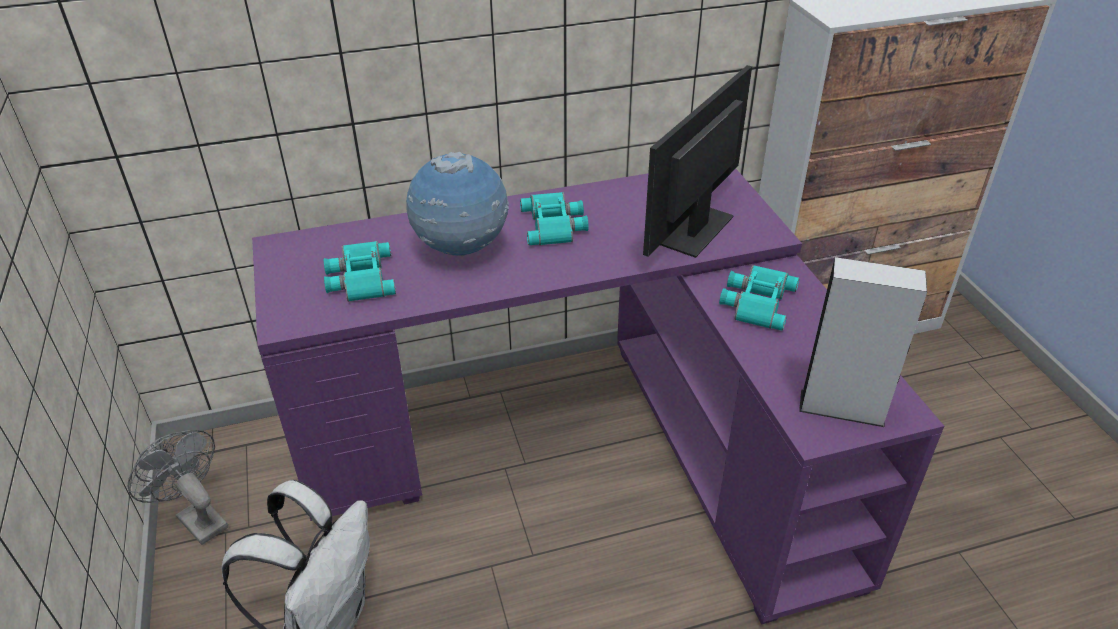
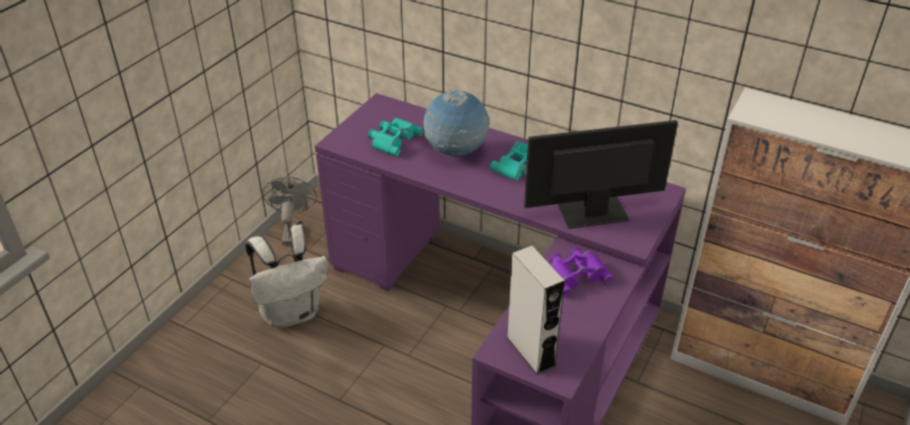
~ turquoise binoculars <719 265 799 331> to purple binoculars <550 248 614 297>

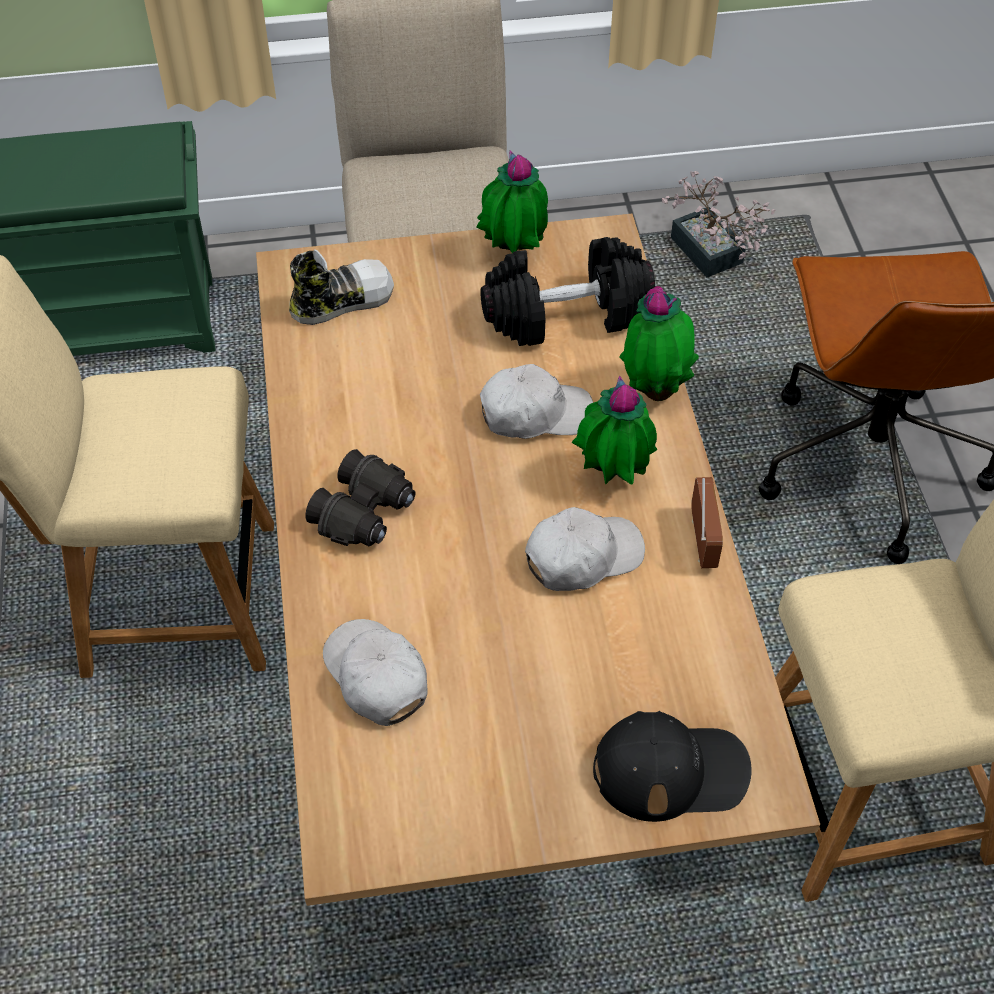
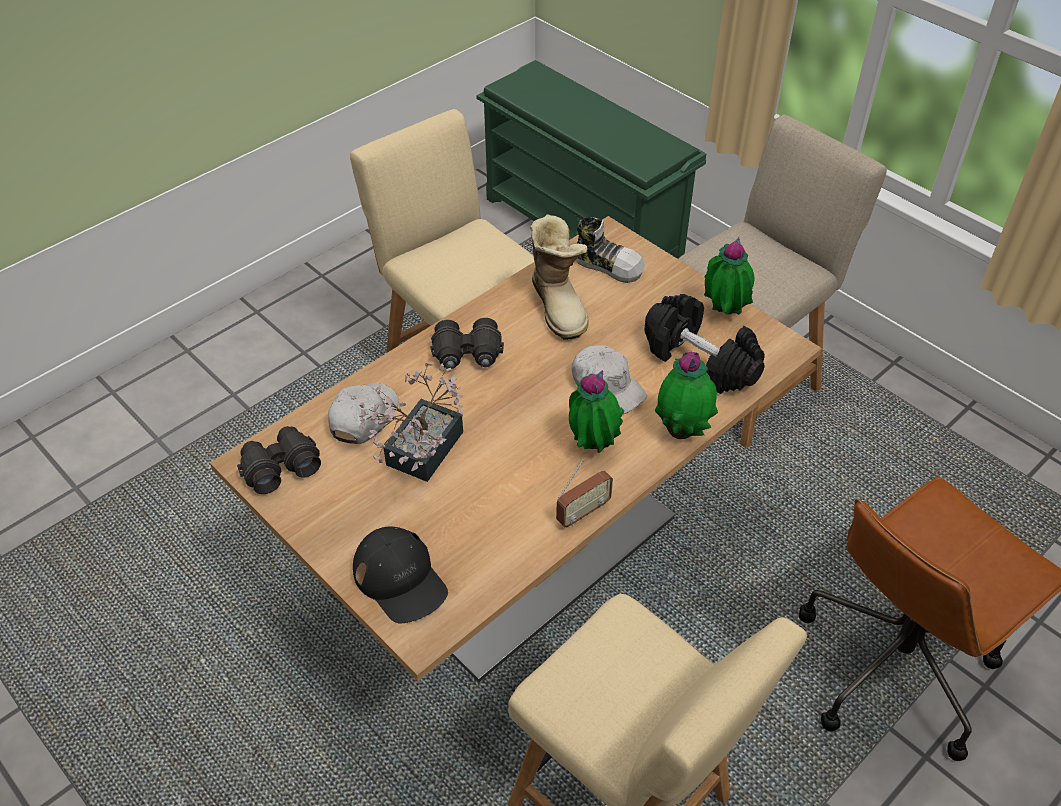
- white cap <525 507 645 591>
~ potted plant <662 171 776 277> to <358 363 464 482>
+ black binoculars <237 426 321 494>
+ boot <530 214 589 340>

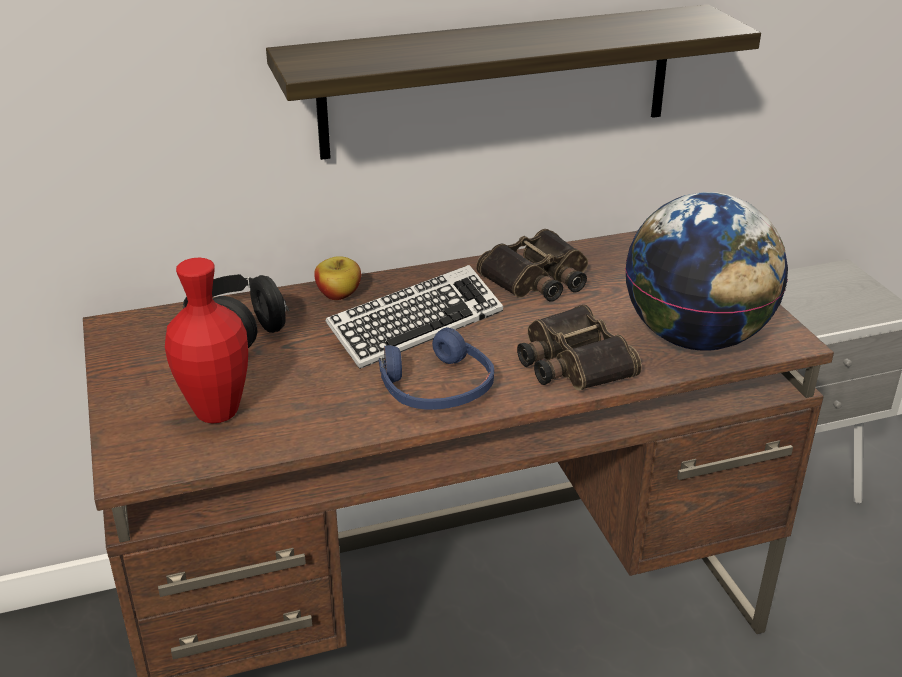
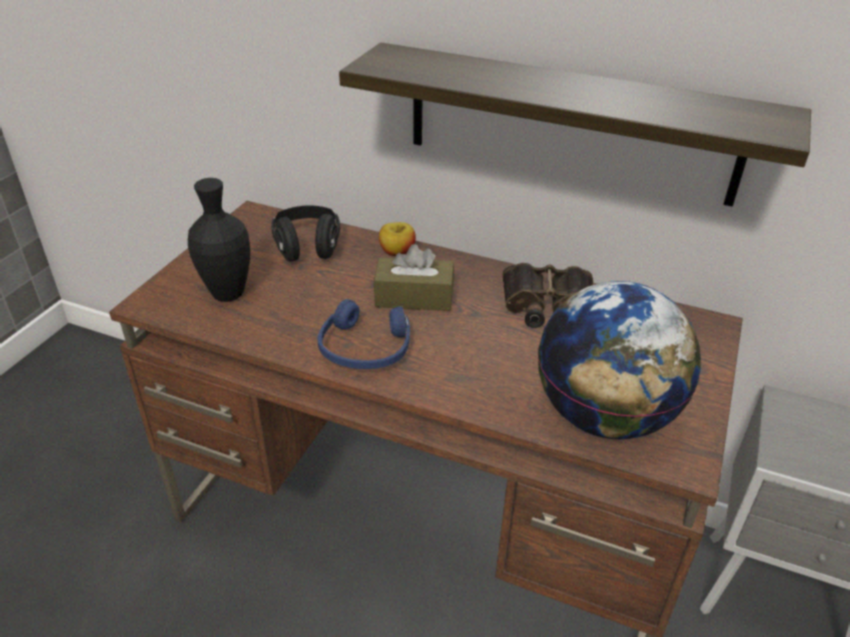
~ red vase <165 258 248 423> to black vase <188 178 250 302>
~ keyboard <325 265 503 369> to brown tissue box <374 244 454 311>
- binoculars <517 305 642 391>

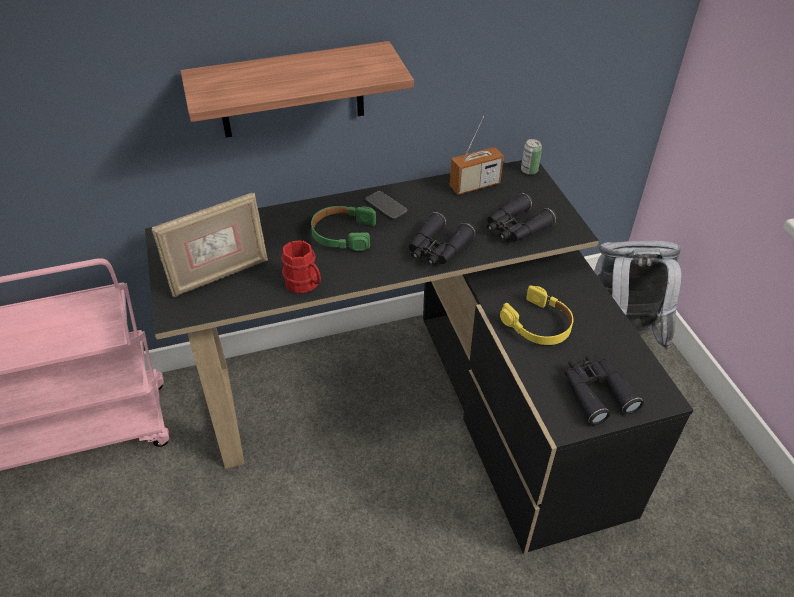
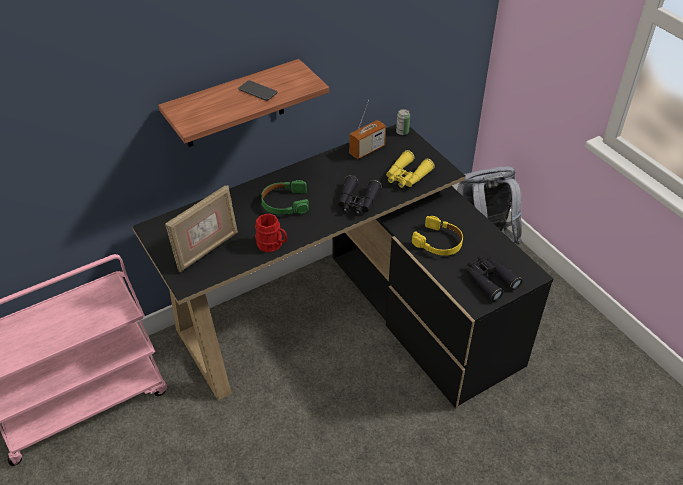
~ phone <365 191 408 219> to <238 80 277 101>
~ black binoculars <487 193 557 242> to yellow binoculars <386 150 434 188>

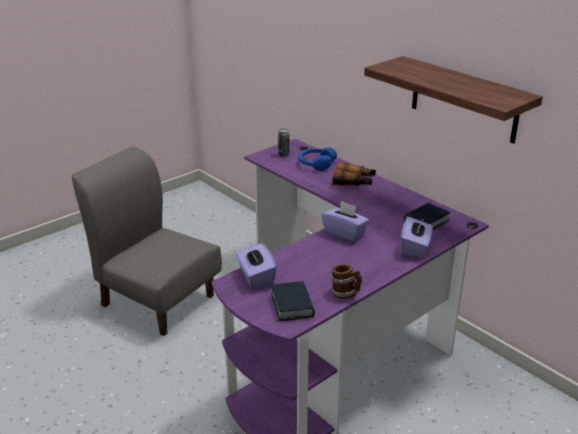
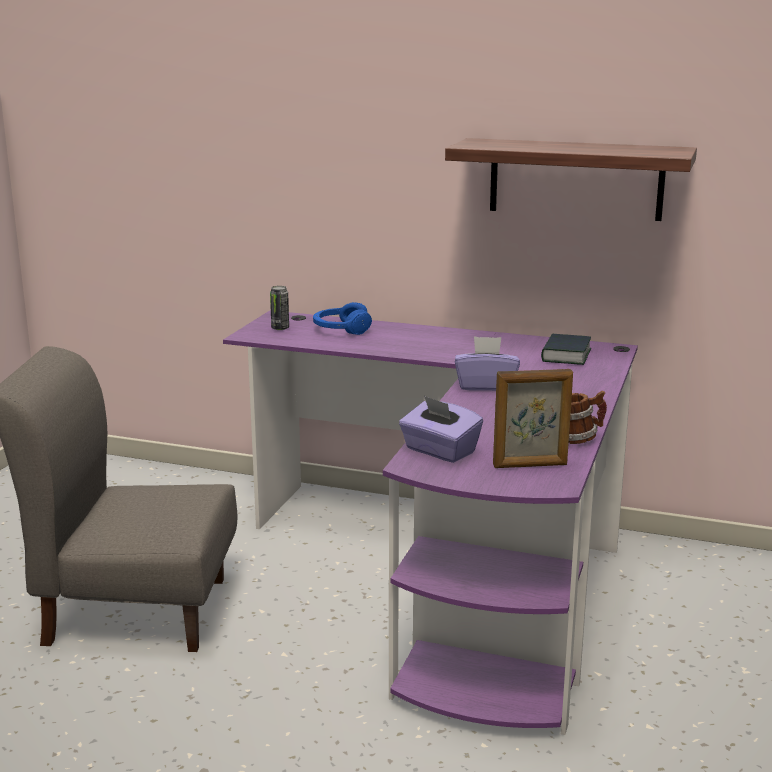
~ book <271 281 315 321> to picture frame <493 369 573 468>
- binoculars <333 161 376 186>
- purple tissue box <401 217 433 258>

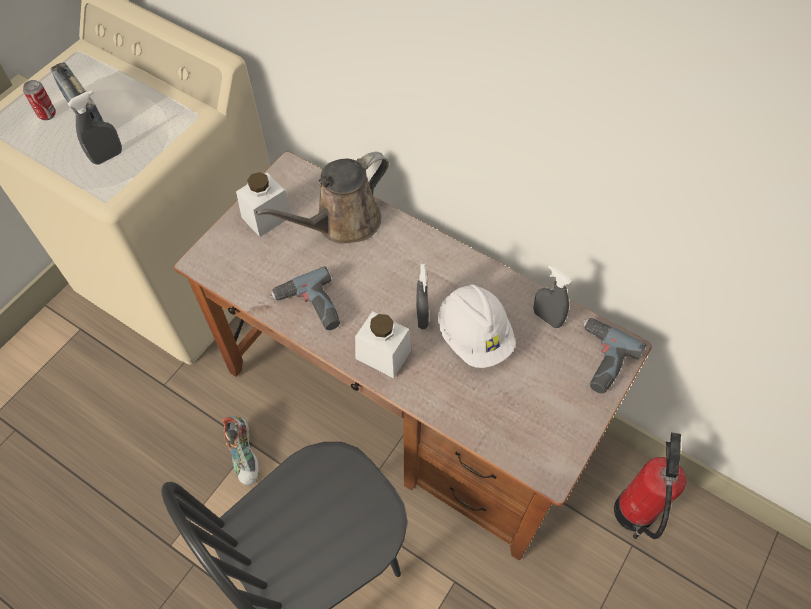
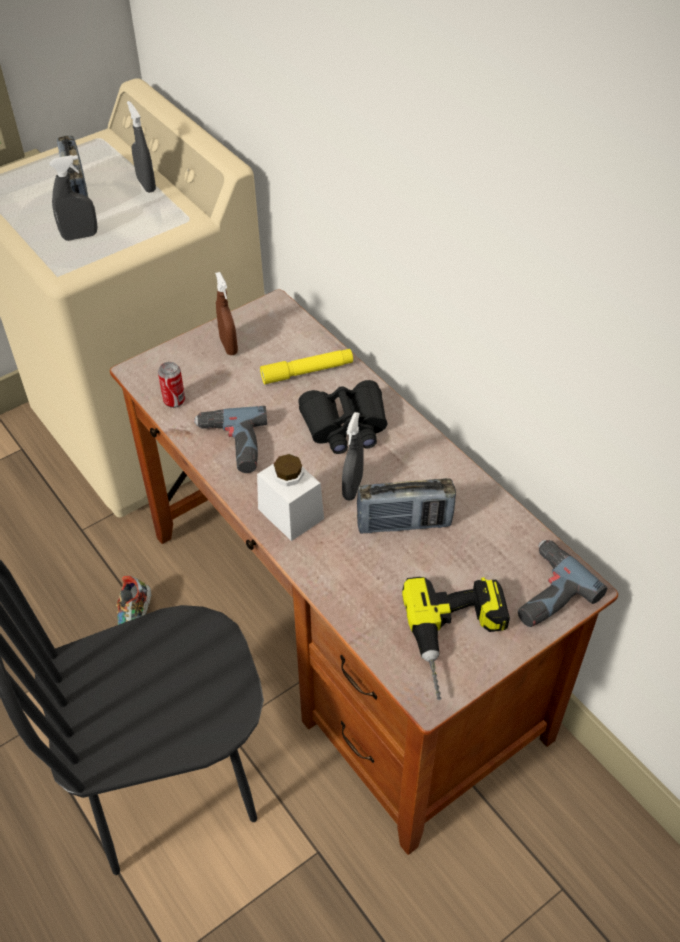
~ can <23 80 56 120> to <158 362 185 408>
~ white jar <236 172 292 237> to brown spray bottle <215 272 238 355>
~ brown watering can <256 152 389 244> to yellow flashlight <260 349 353 384>
~ white hard hat <438 284 516 368> to radio <357 478 456 533>
~ grey spray bottle <533 265 572 328> to <127 101 156 193>
- fire extinguisher <614 432 686 539>
+ black binoculars <298 380 387 454>
+ power drill <402 577 510 700>

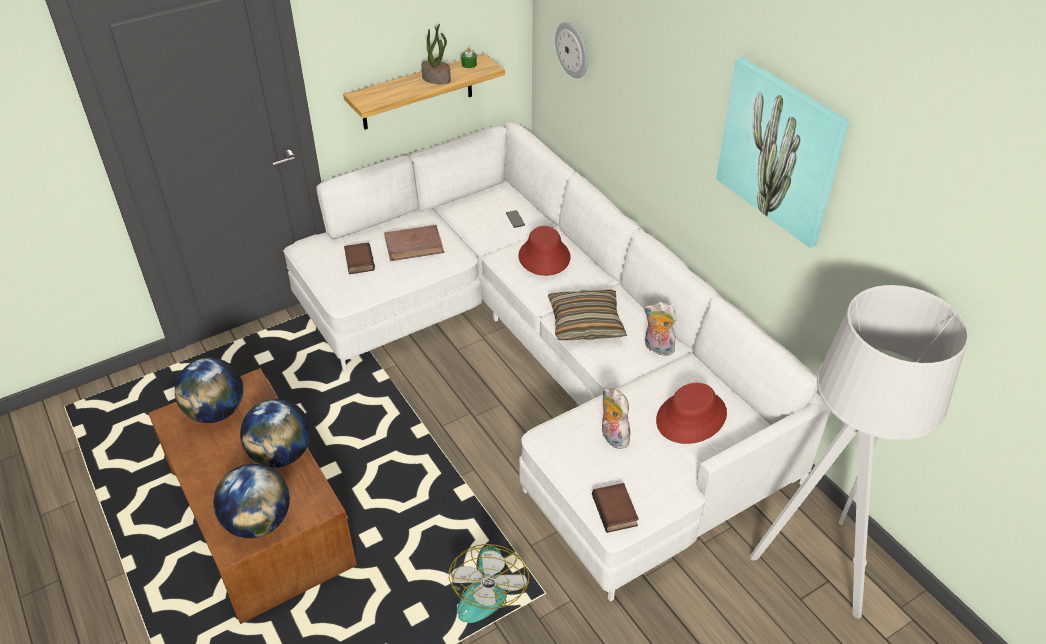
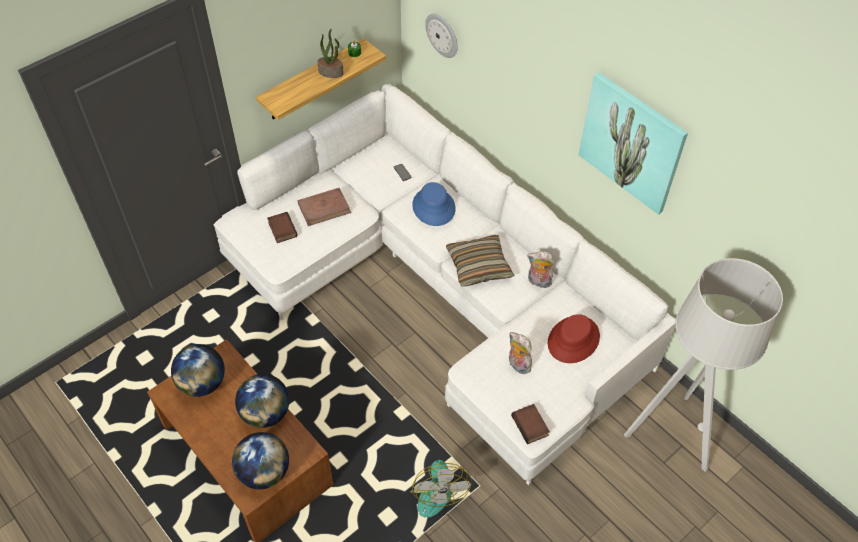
~ red hat <519 226 570 276> to blue hat <412 182 456 226>

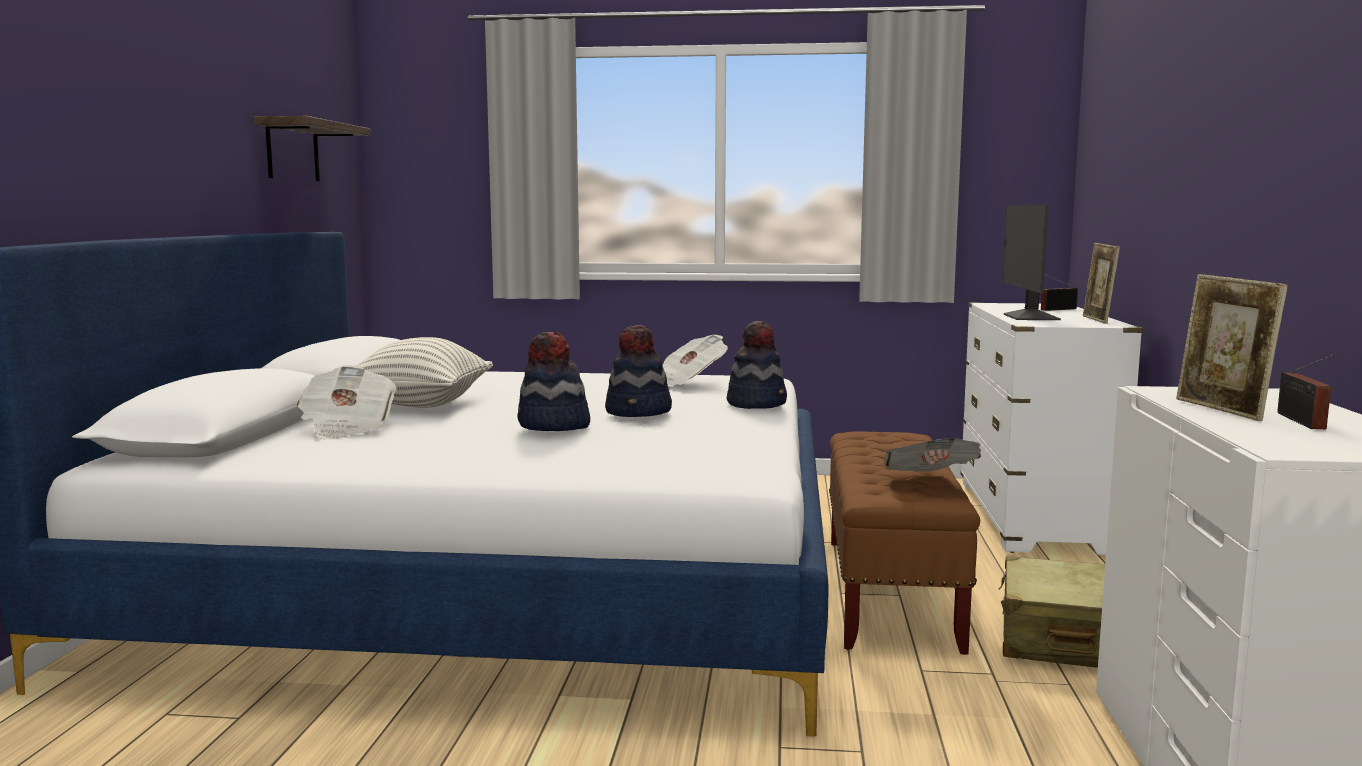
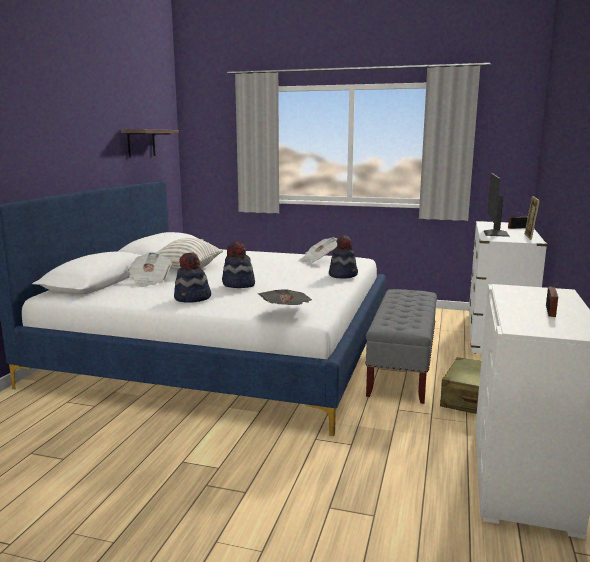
~ hat <605 325 672 417> to <174 252 211 303>
~ brown bench <829 431 980 655> to grey bench <365 289 437 404>
~ newspaper <884 438 981 472> to <258 289 312 305>
- picture frame <1176 274 1288 421>

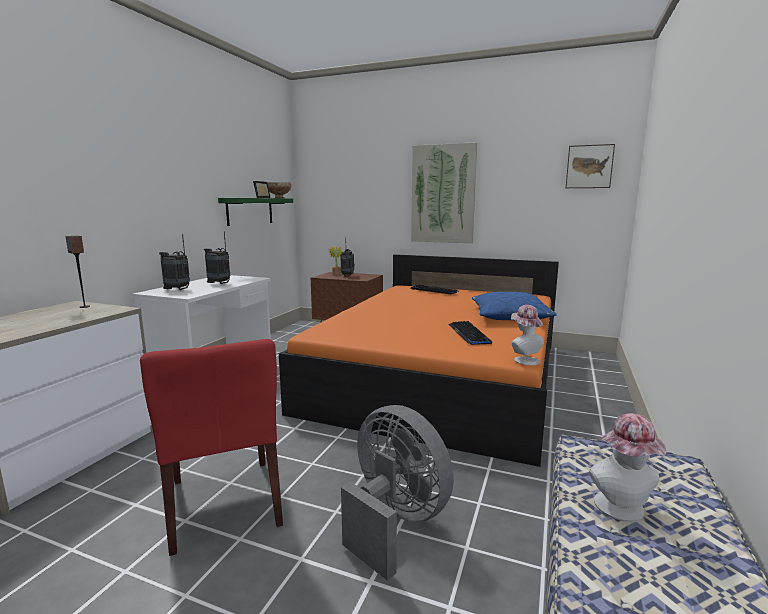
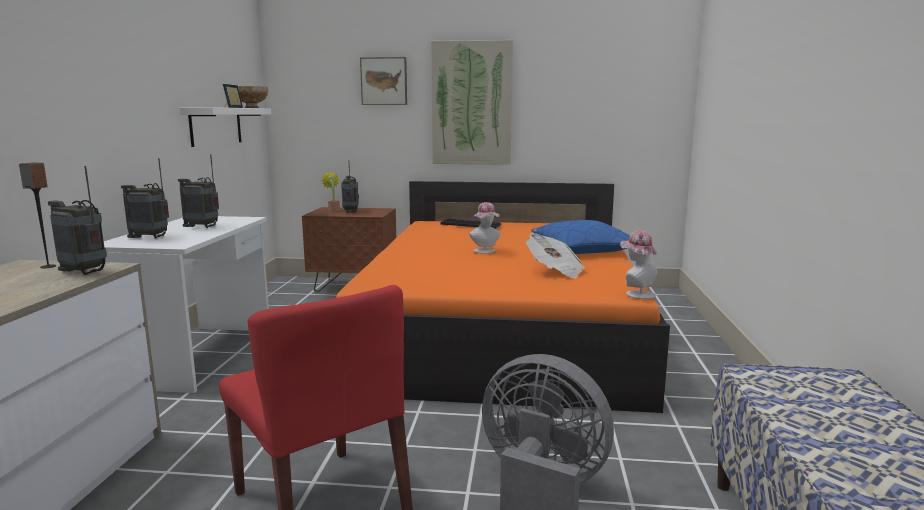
~ green shelf <218 198 293 226> to white shelf <180 107 271 147>
~ keyboard <448 321 492 345> to newspaper <526 233 585 278>
~ picture <566 144 615 188> to <360 57 407 105>
~ hat <589 413 666 522> to <469 202 500 254>
+ radio <48 166 107 275>

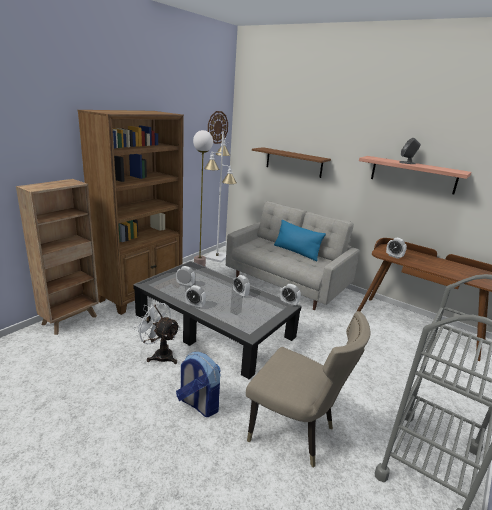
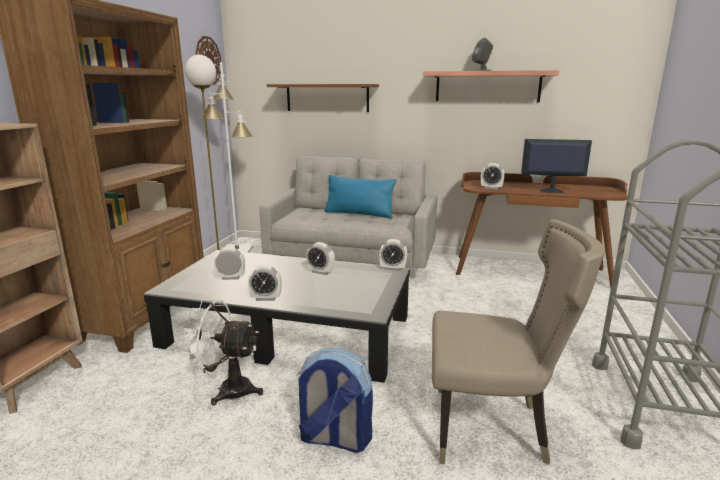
+ monitor <521 139 592 193>

